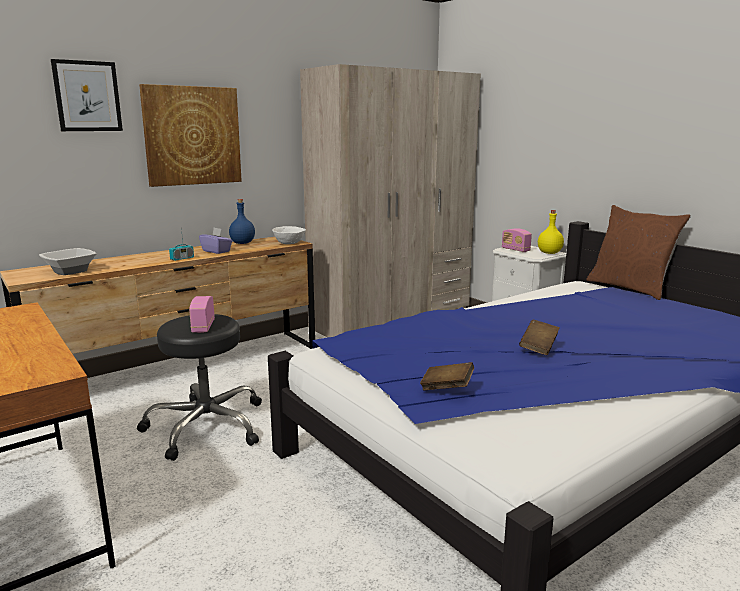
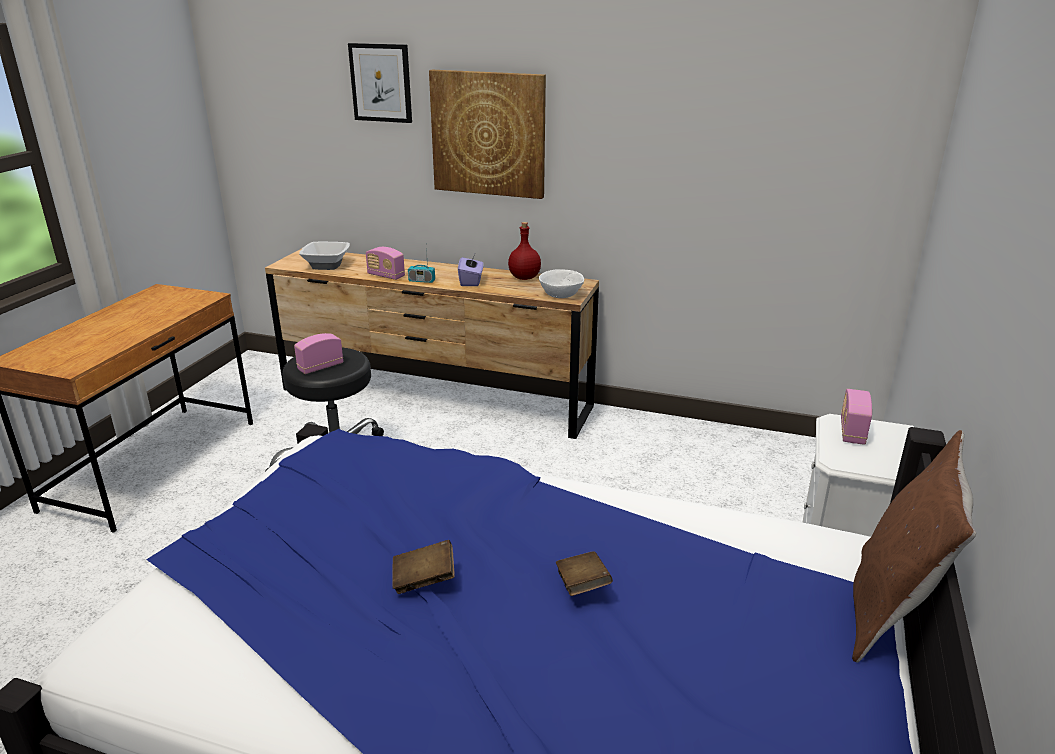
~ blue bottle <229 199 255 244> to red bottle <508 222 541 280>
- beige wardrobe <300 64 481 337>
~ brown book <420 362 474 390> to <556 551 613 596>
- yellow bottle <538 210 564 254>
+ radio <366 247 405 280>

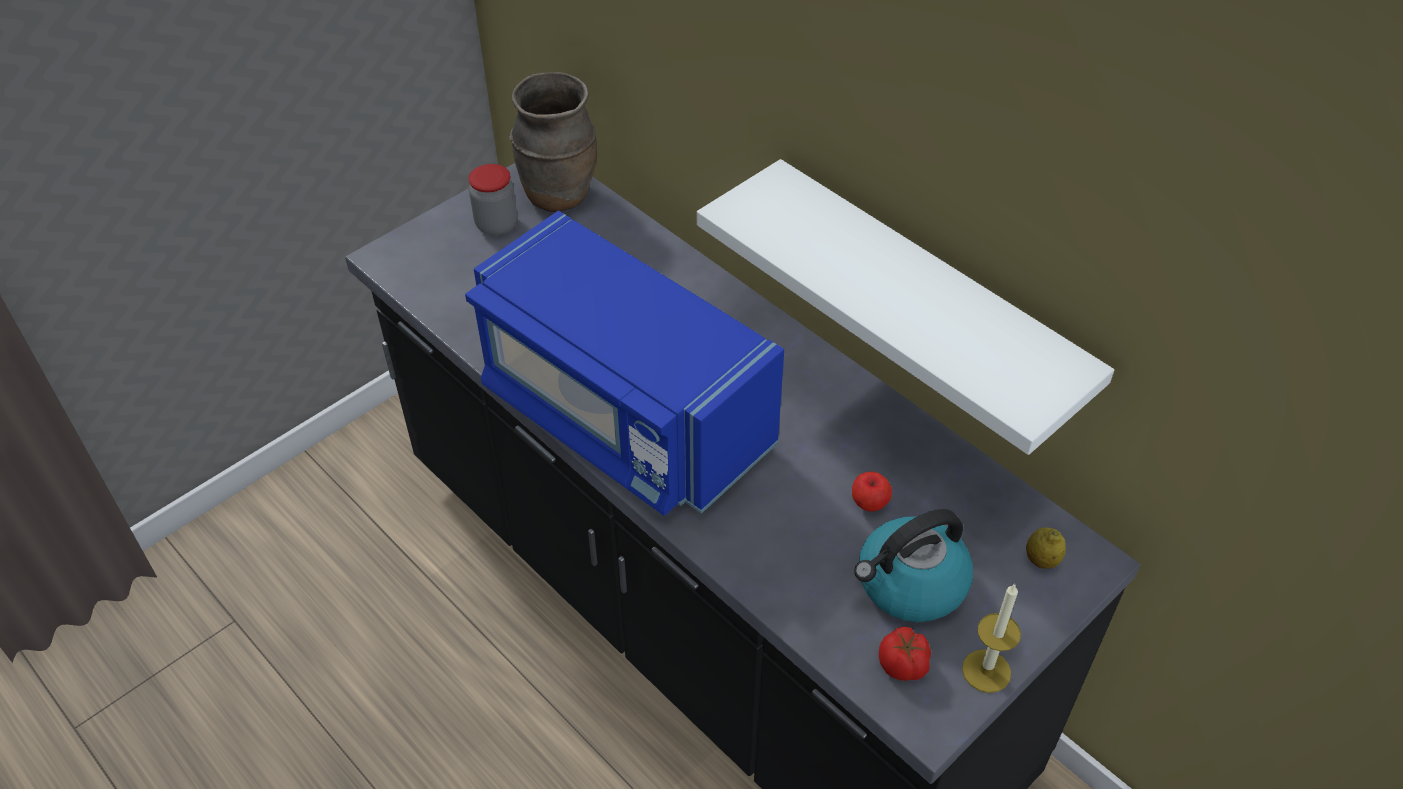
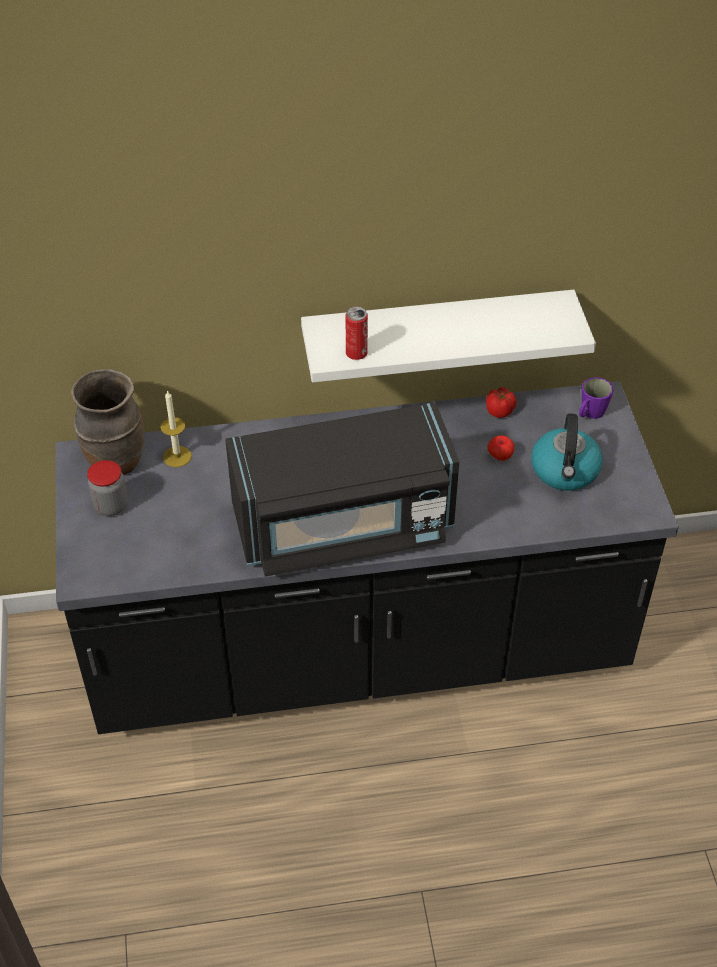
~ blue microwave <465 211 784 516> to black microwave <225 402 459 577>
~ tomato <879 627 931 681> to <486 387 517 418>
~ candle <962 583 1021 693> to <160 390 192 467>
~ lemon <1026 527 1066 569> to purple mug <579 377 613 419>
+ can <345 307 368 360>

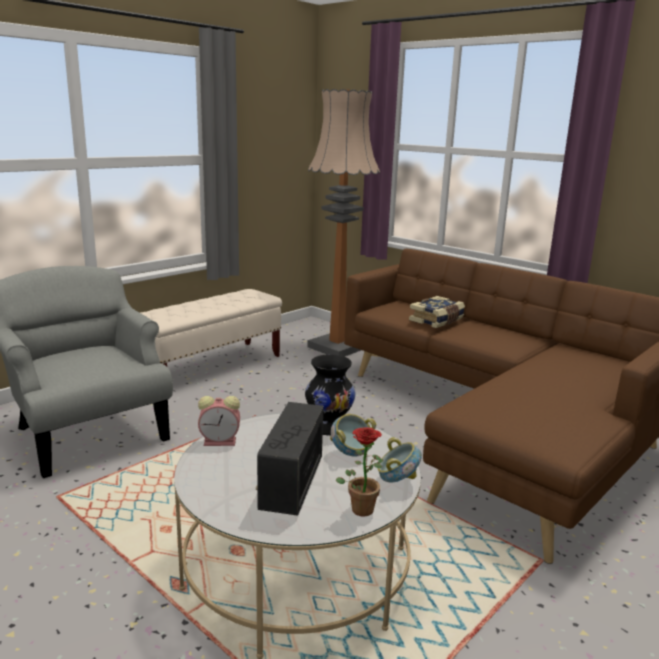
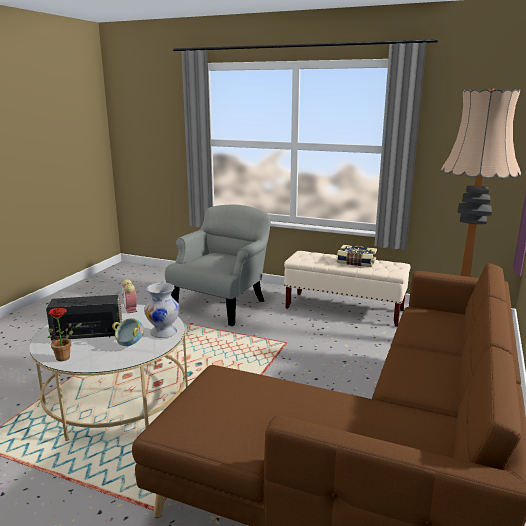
~ black vase <305 354 355 435> to white vase <144 283 179 338>
- bowl <377 437 422 483>
~ book <409 296 465 328> to <337 245 377 267>

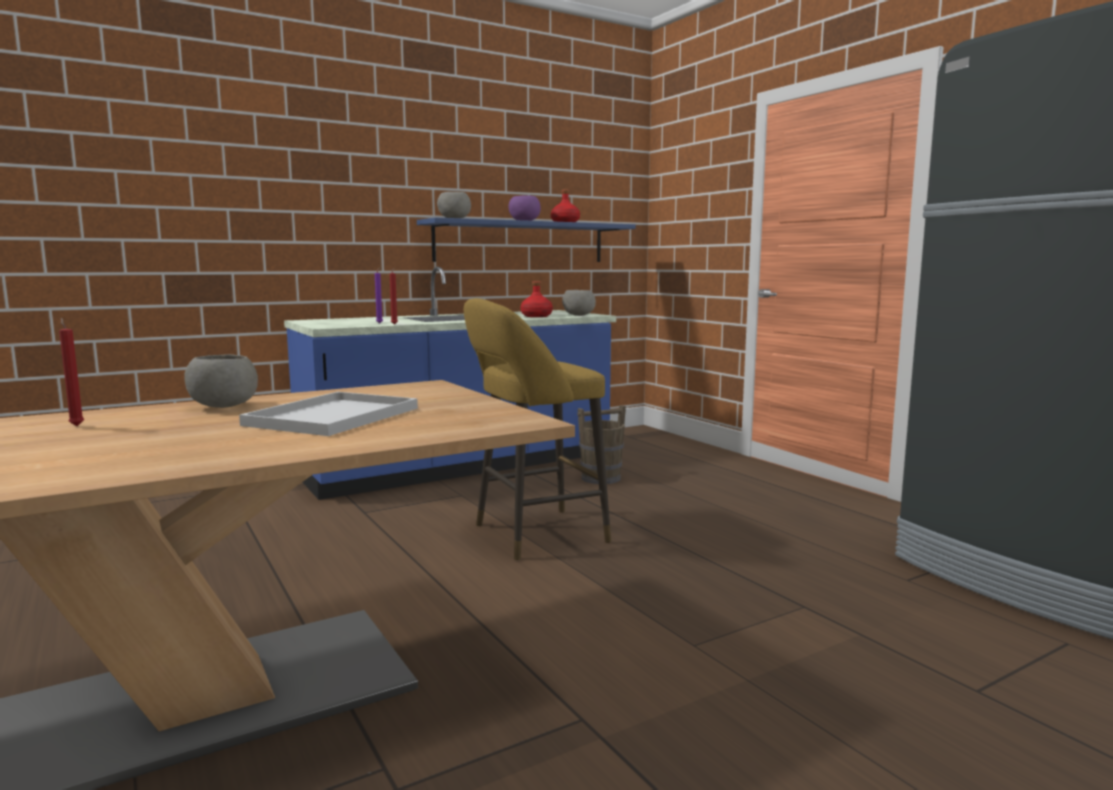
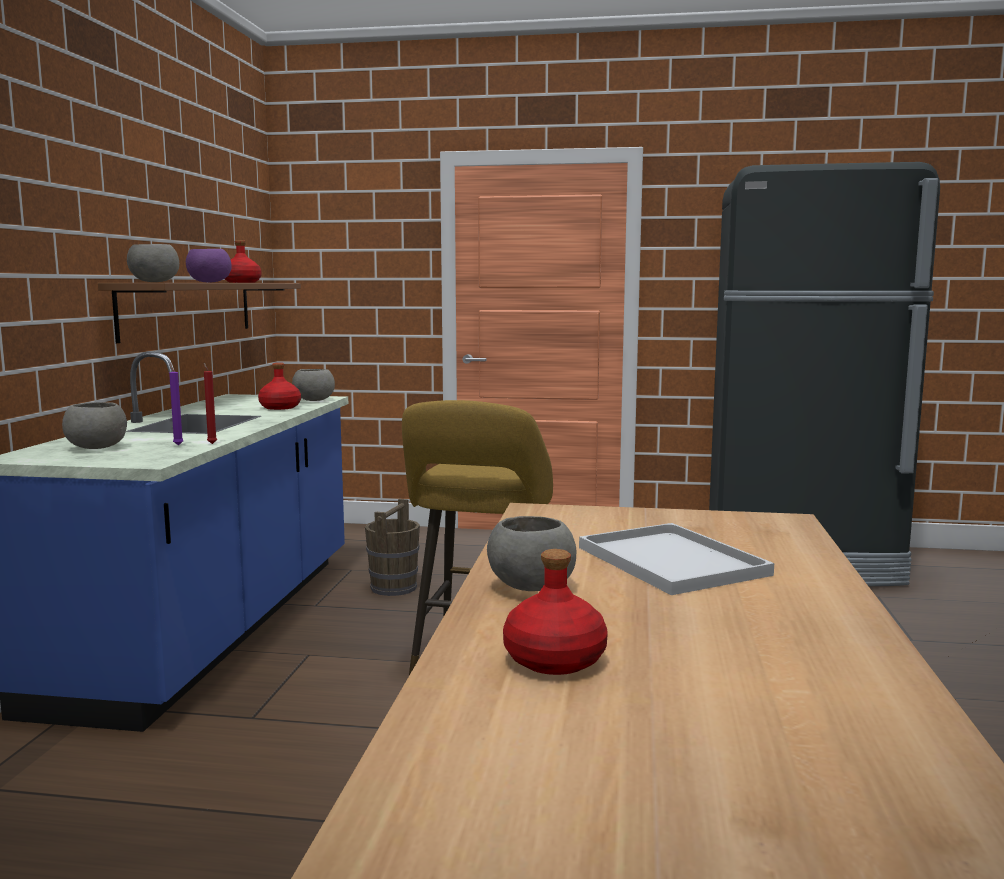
~ red candle <59 318 84 426> to red bottle <503 549 608 675>
~ blue shelf <417 217 636 262> to brown shelf <98 283 301 343>
+ grey bowl <62 402 127 449>

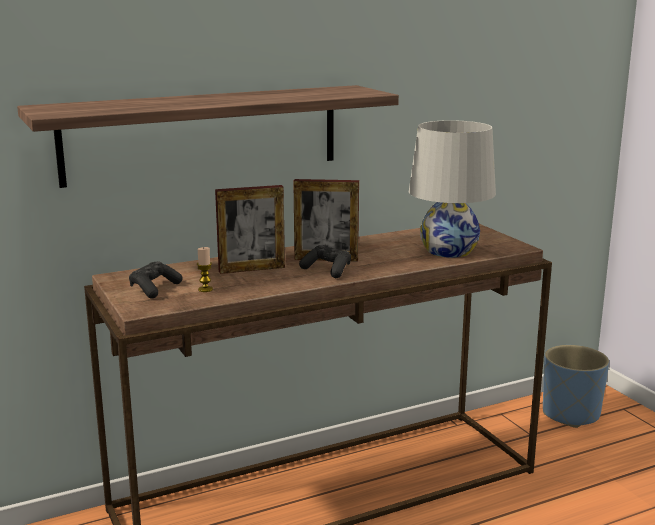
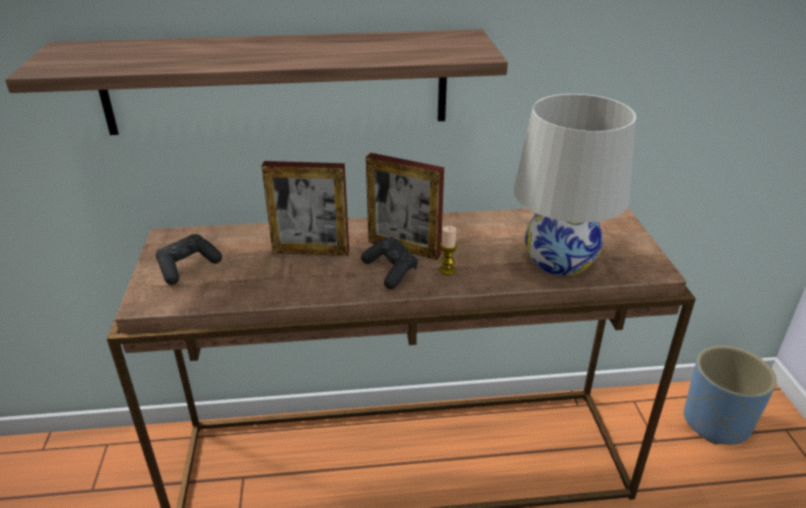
~ candle <197 247 213 292> to <439 226 457 275>

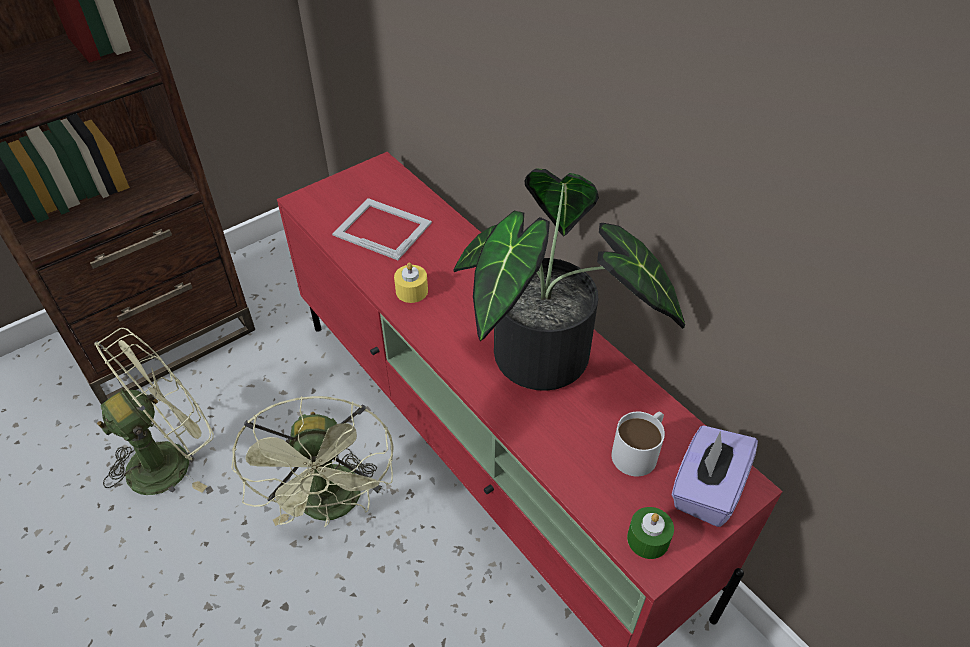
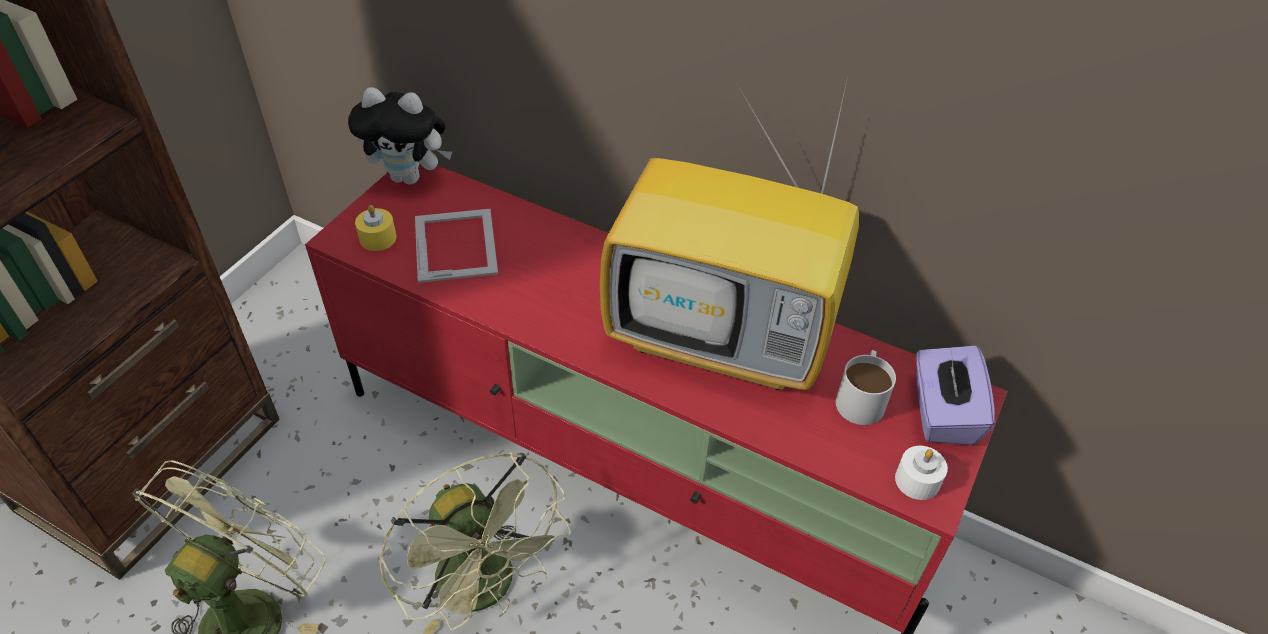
~ picture frame <332 198 432 260> = <415 209 498 283> 75 degrees clockwise
~ yellow candle <394 262 428 303> to <355 205 397 251>
~ potted plant <454 168 685 391> to television <600 77 859 390>
~ green candle <627 507 674 559> to white candle <895 446 948 500>
+ plush toy <348 87 452 185>

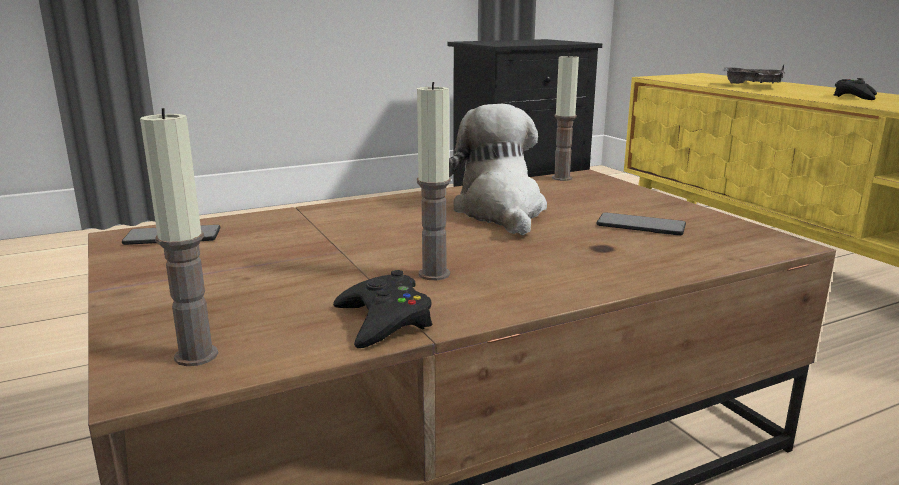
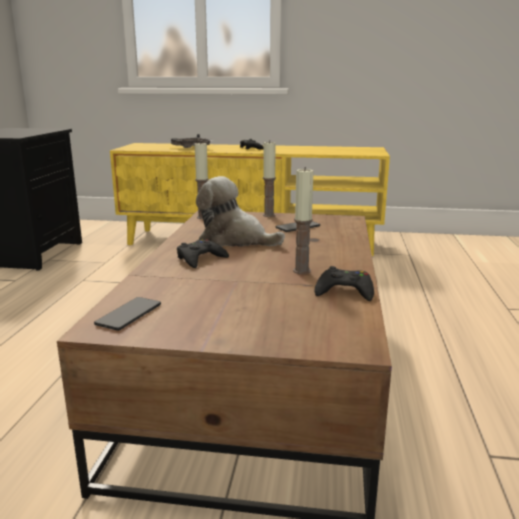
~ candle <140 108 218 366> to <263 140 276 217>
+ black game controller <177 240 229 268>

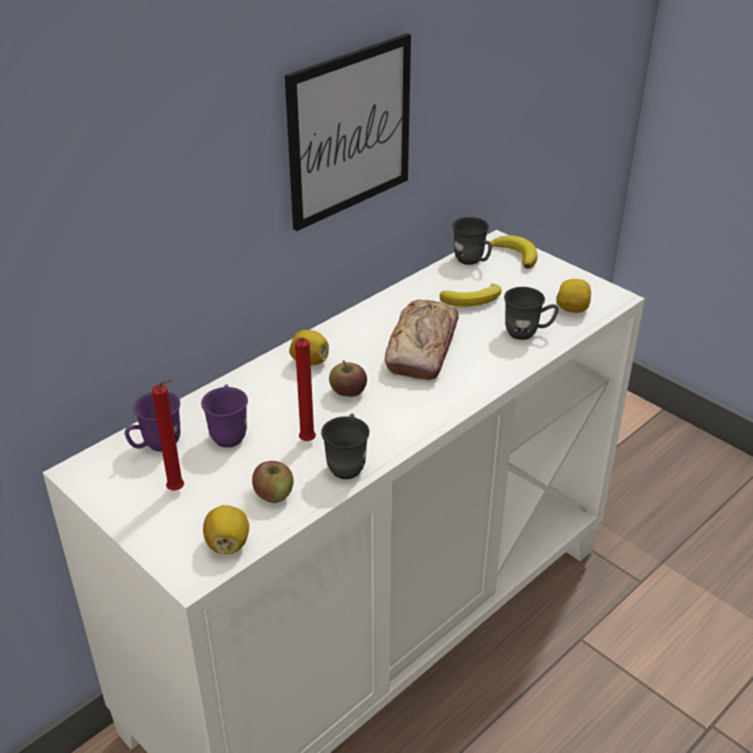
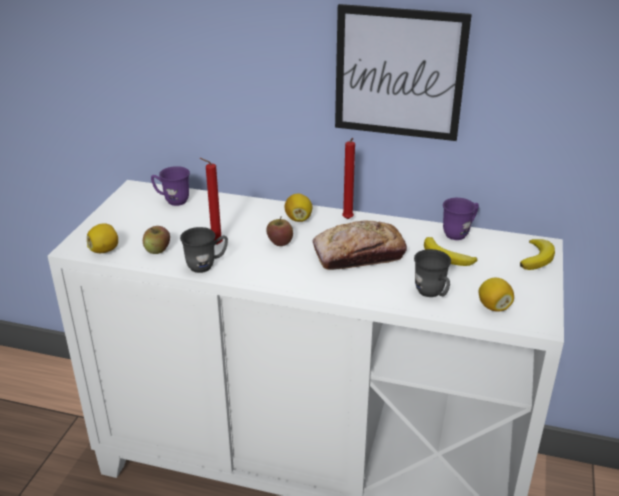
~ red candle <152 380 184 491> to <342 138 355 219>
~ purple mug <201 384 248 448> to <443 198 479 240>
- grey mug <452 217 492 265>

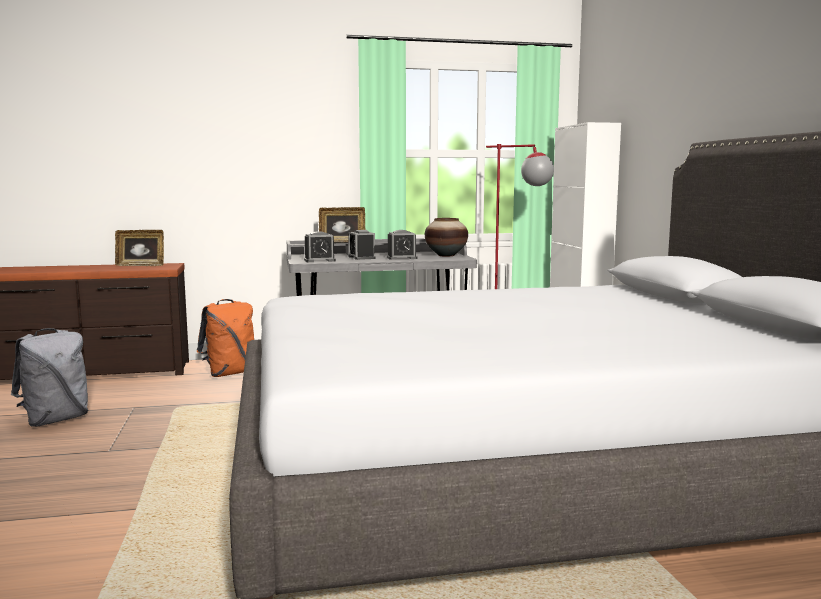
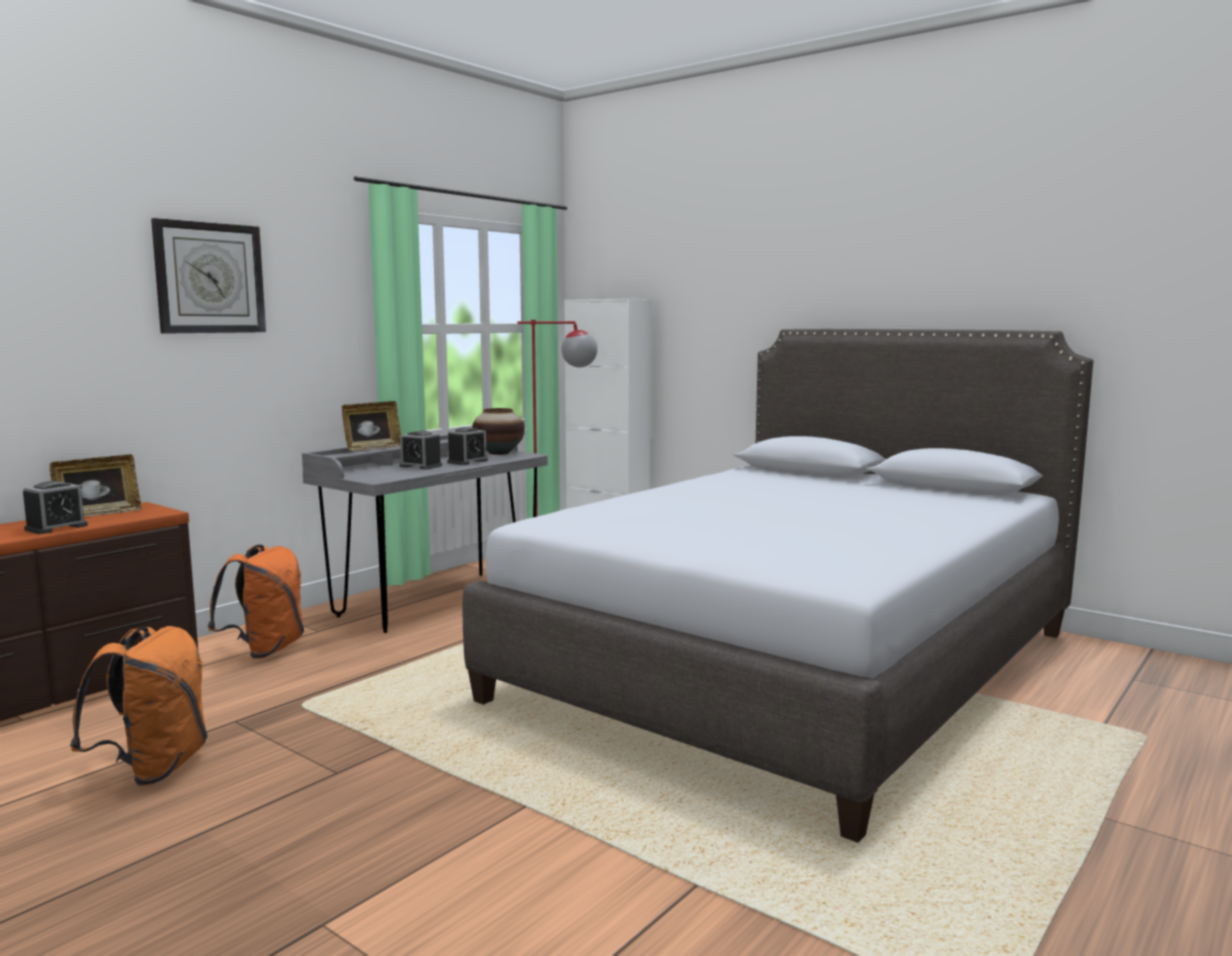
~ grey backpack <11 328 89 427> to orange backpack <70 626 207 786>
~ alarm clock <304 231 336 262> to <23 481 88 534>
+ wall clock <151 218 266 334>

